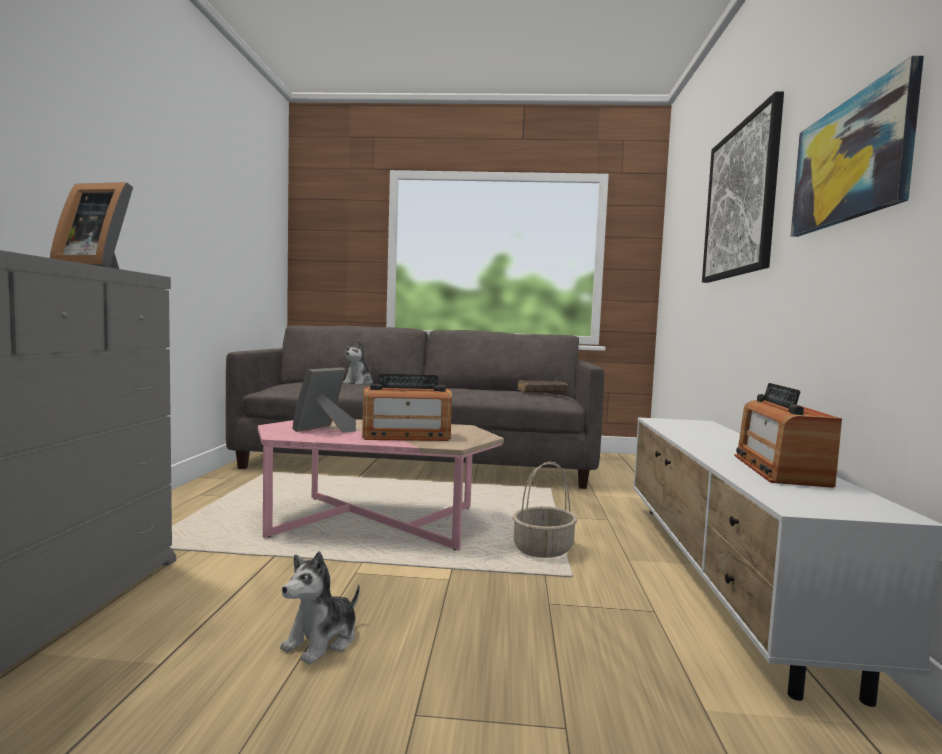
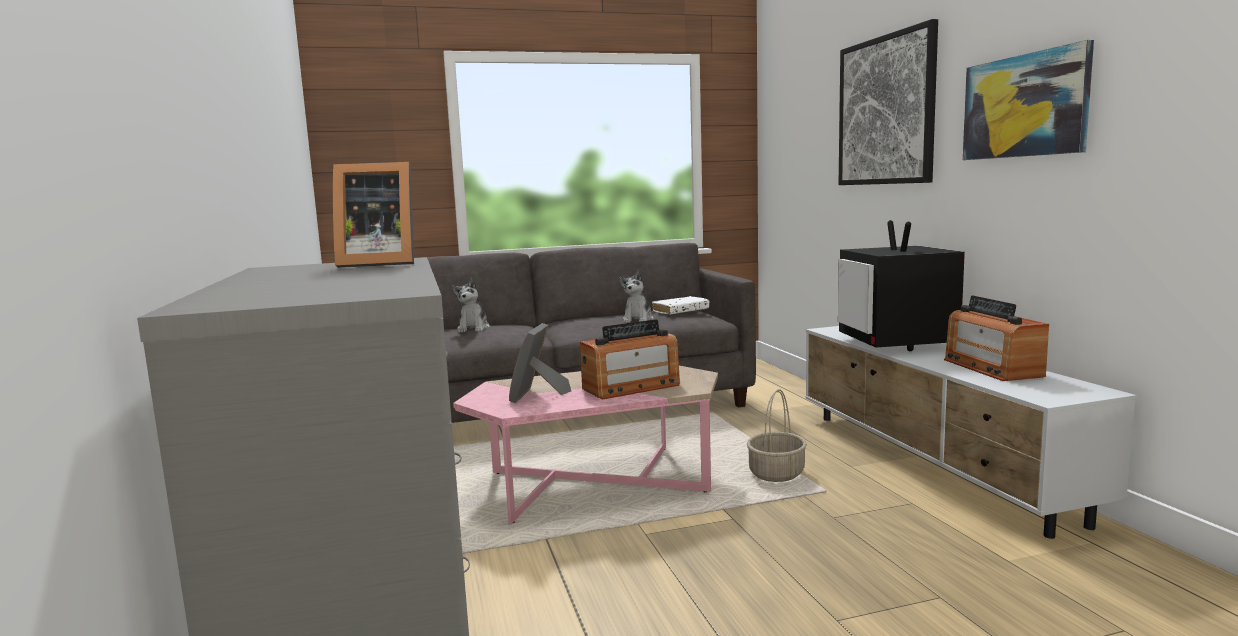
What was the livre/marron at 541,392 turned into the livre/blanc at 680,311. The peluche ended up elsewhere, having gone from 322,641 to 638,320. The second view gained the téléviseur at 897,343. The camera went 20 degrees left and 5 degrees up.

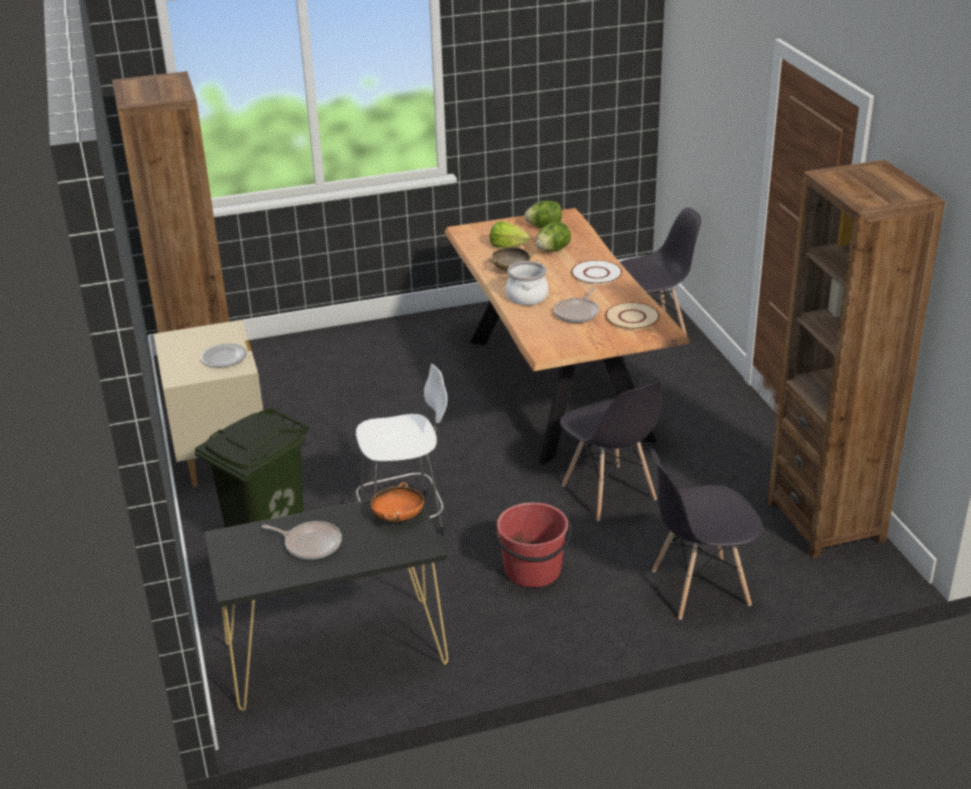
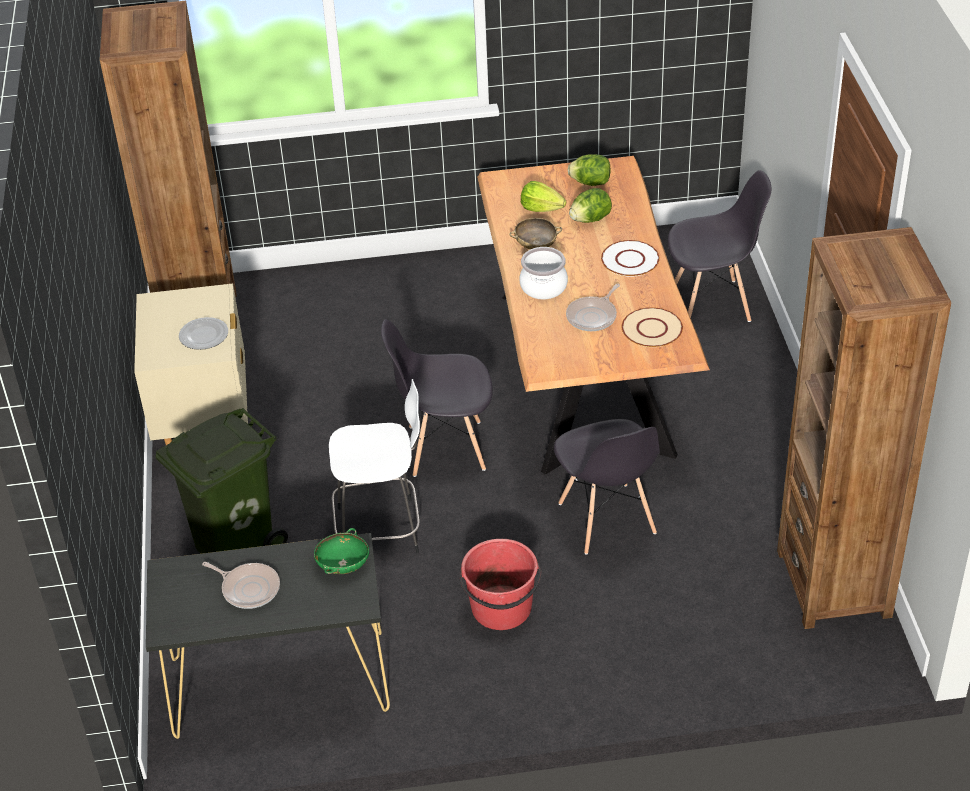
The chaise/gris ended up elsewhere, having gone from 699,588 to 445,448. What was the bol/orange at 398,517 turned into the bol/vert at 343,565. The camera went 10 degrees right and 10 degrees up.

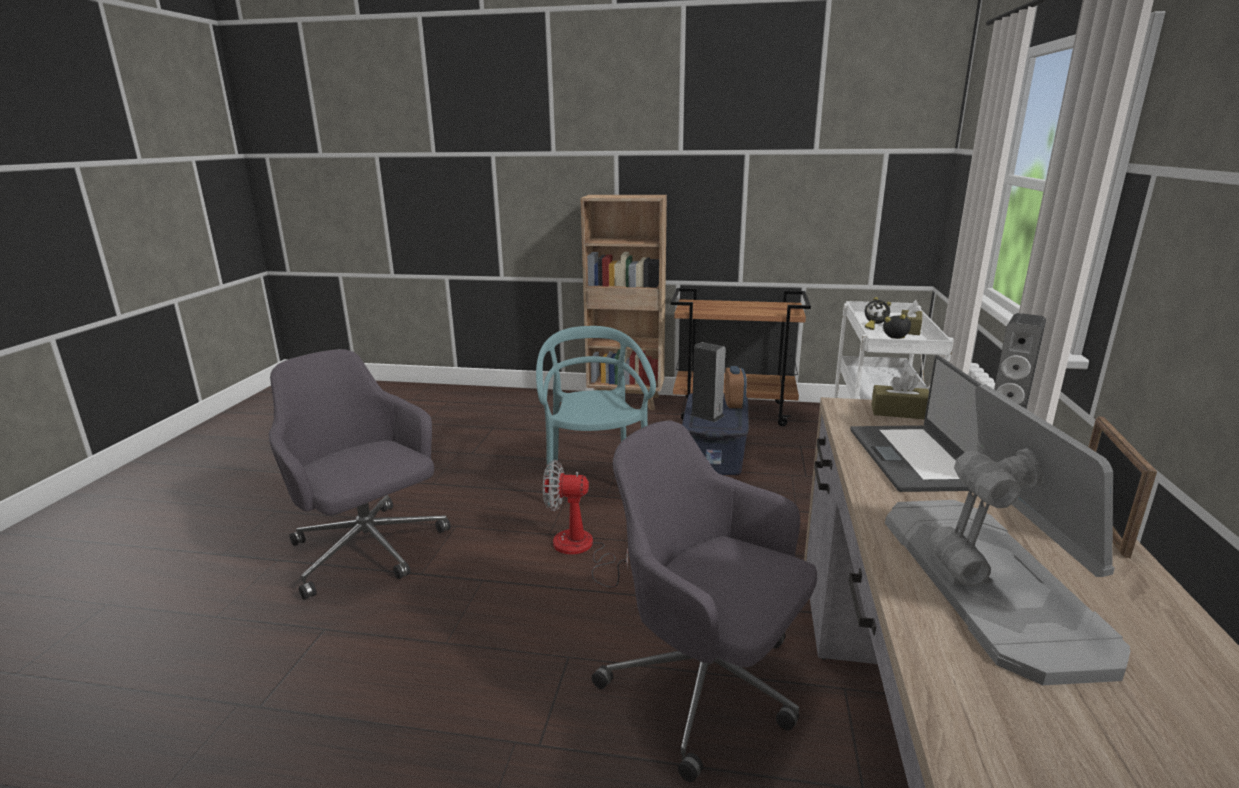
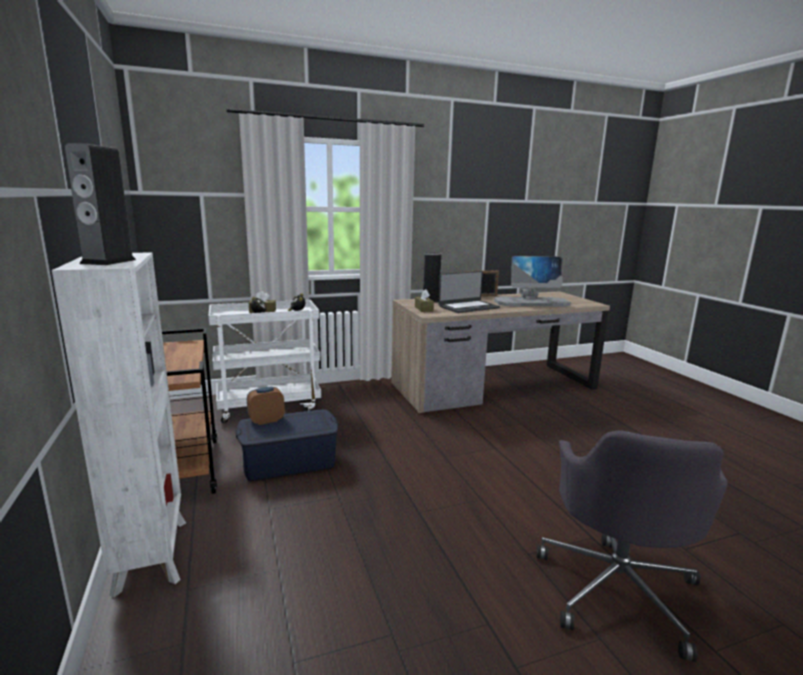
What was the bibliothèque/marron at 626,402 turned into the bibliothèque/blanc at 152,553. The second view lost the chaise/turquoise at 595,479. The enceinte ended up elsewhere, having gone from 707,415 to 108,261. The écran d'ordinateur at 986,579 ended up facing another way, 150 degrees counterclockwise from before. The second view lost the chaise de bureau/gris at 707,686. The second view lost the ventilateur at 580,550. The camera went 120 degrees left and 5 degrees down.

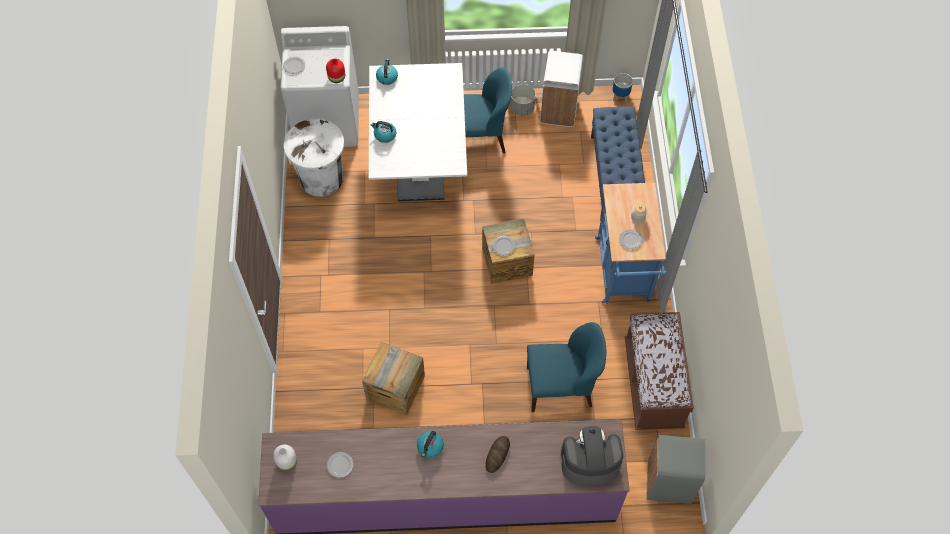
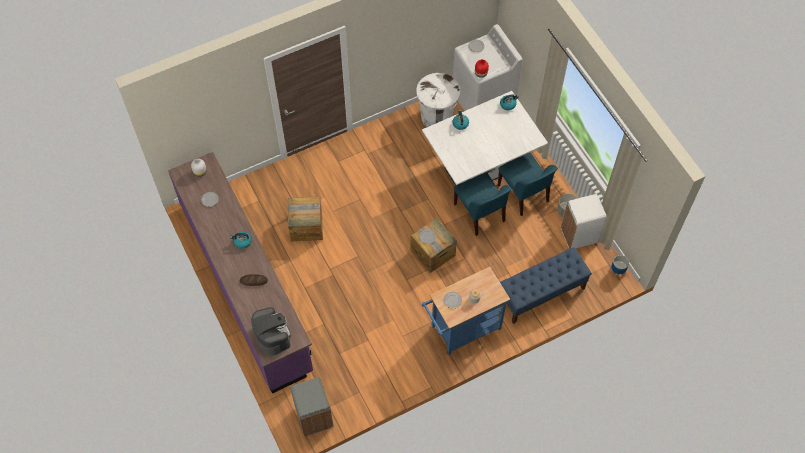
The second view lost the banc/marron at 653,384. The chaise/bleu ended up elsewhere, having gone from 561,387 to 480,213. The camera went 65 degrees right and 0 degrees up.

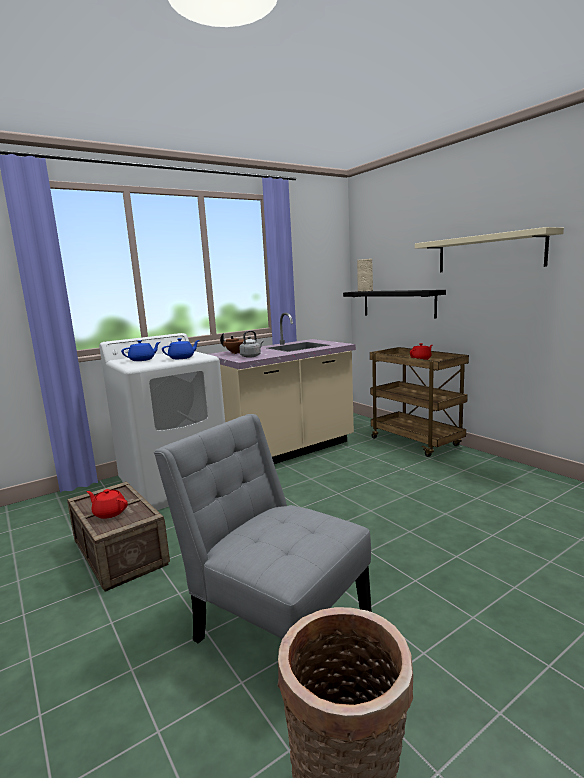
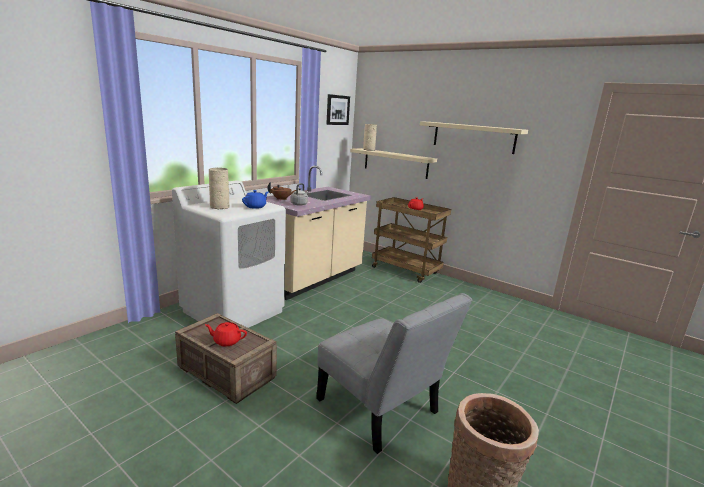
What was the étagère/noir at 398,303 turned into the étagère/beige at 395,163. Where the théière/bleu stood at 142,360, the vase/beige came to stand at 220,207. The chaise/gris at 276,623 ended up facing another way, 150 degrees counterclockwise from before. The second view gained the tableau at 337,110. The camera went 20 degrees left and 5 degrees up.

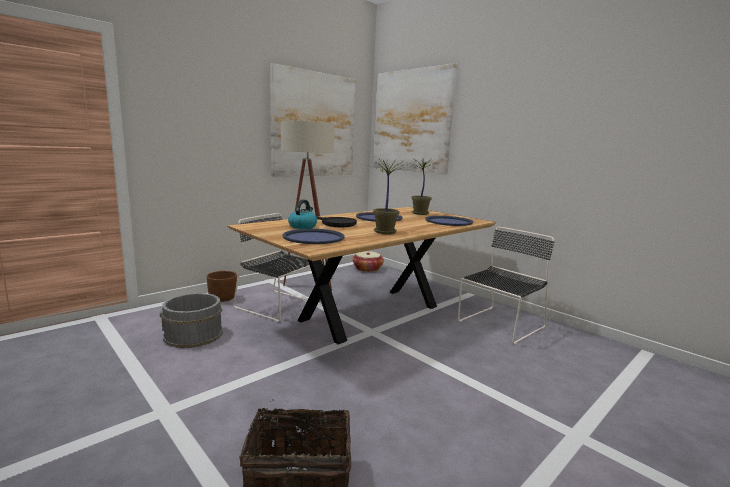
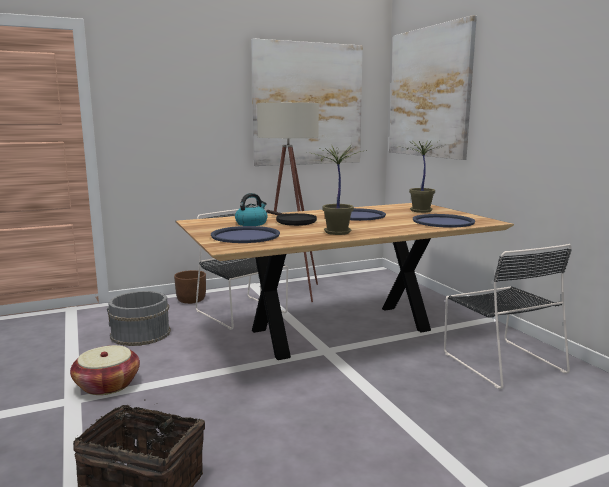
The chaise/noir at 499,325 ended up facing another way, 90 degrees clockwise from before. The panier ended up elsewhere, having gone from 367,269 to 107,385. The camera went 20 degrees right and 0 degrees up.

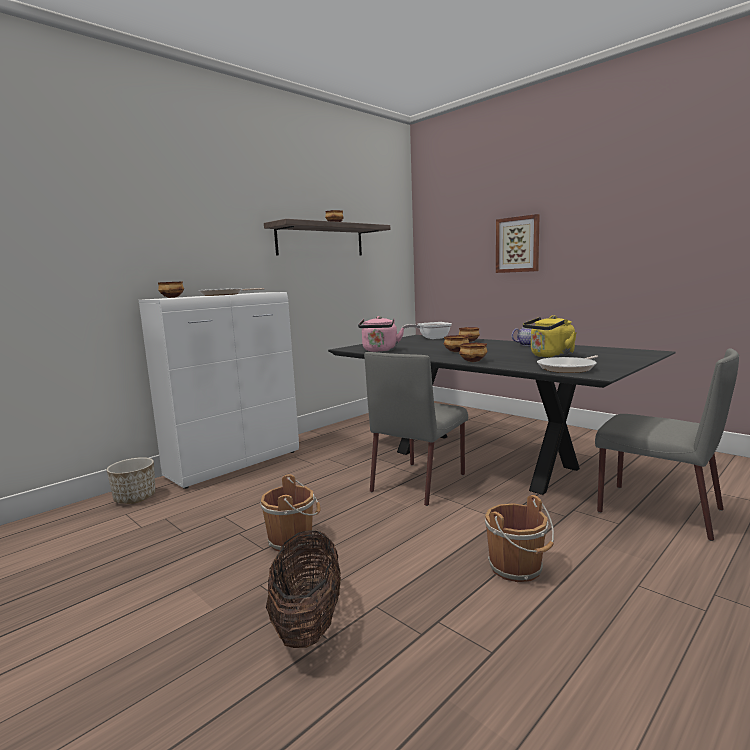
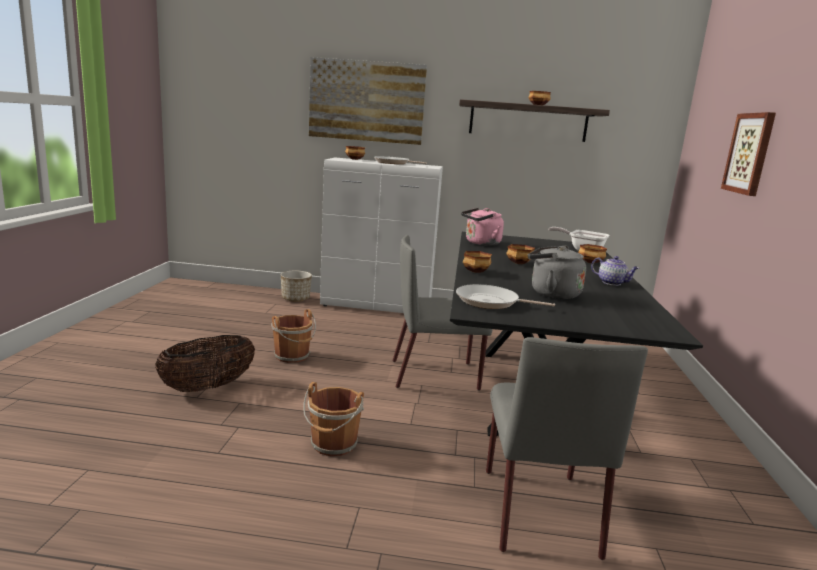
What was the bouilloire/jaune at 550,356 turned into the bouilloire/gris at 551,293. The second view gained the tableau at 366,101. The camera went 50 degrees right and 5 degrees up.

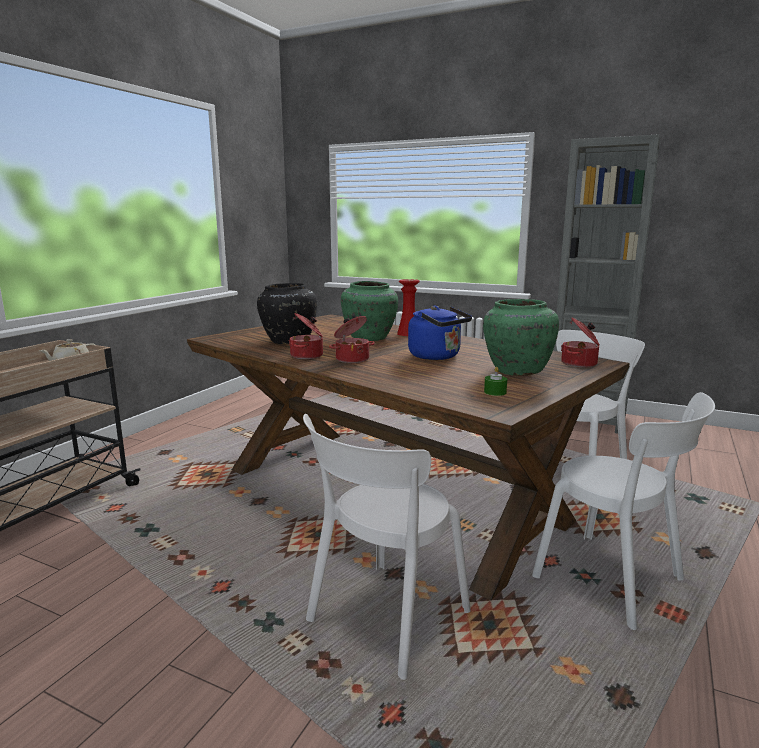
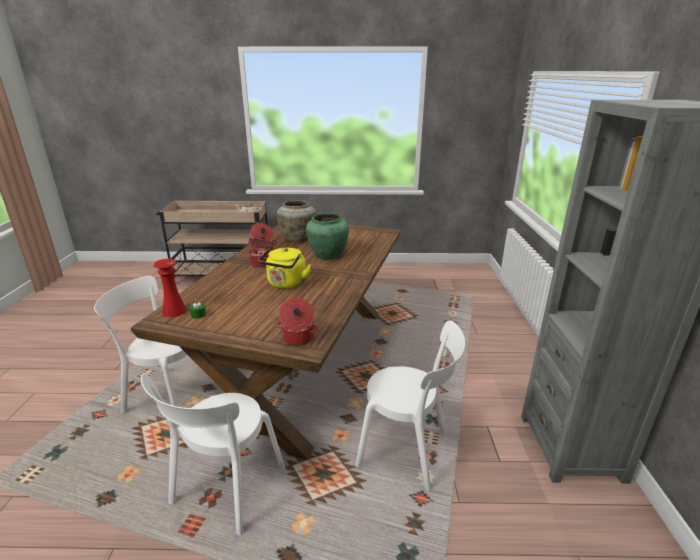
The vase/rouge ended up elsewhere, having gone from 408,333 to 174,311. What was the vase/noir at 288,341 turned into the vase/beige at 298,239. The second view lost the vase/vert at 516,371. What was the bouilloire/bleu at 437,356 turned into the bouilloire/jaune at 286,284. The camera went 65 degrees right and 10 degrees up.

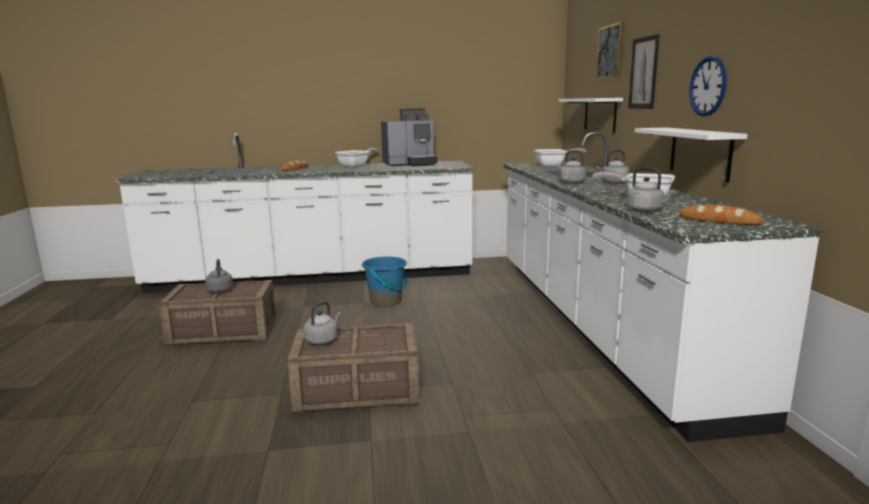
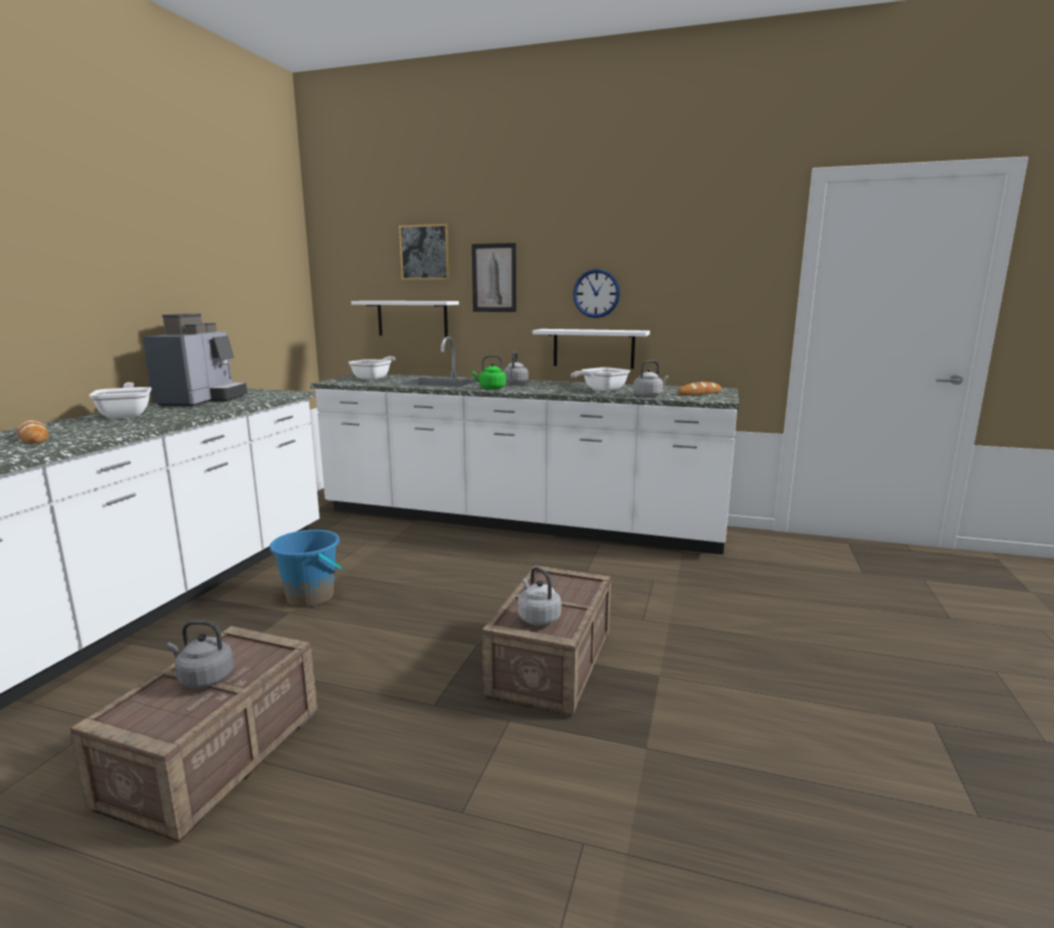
What was the bouilloire/gris at 570,182 turned into the bouilloire/vert at 491,388. The camera went 65 degrees left and 0 degrees up.

